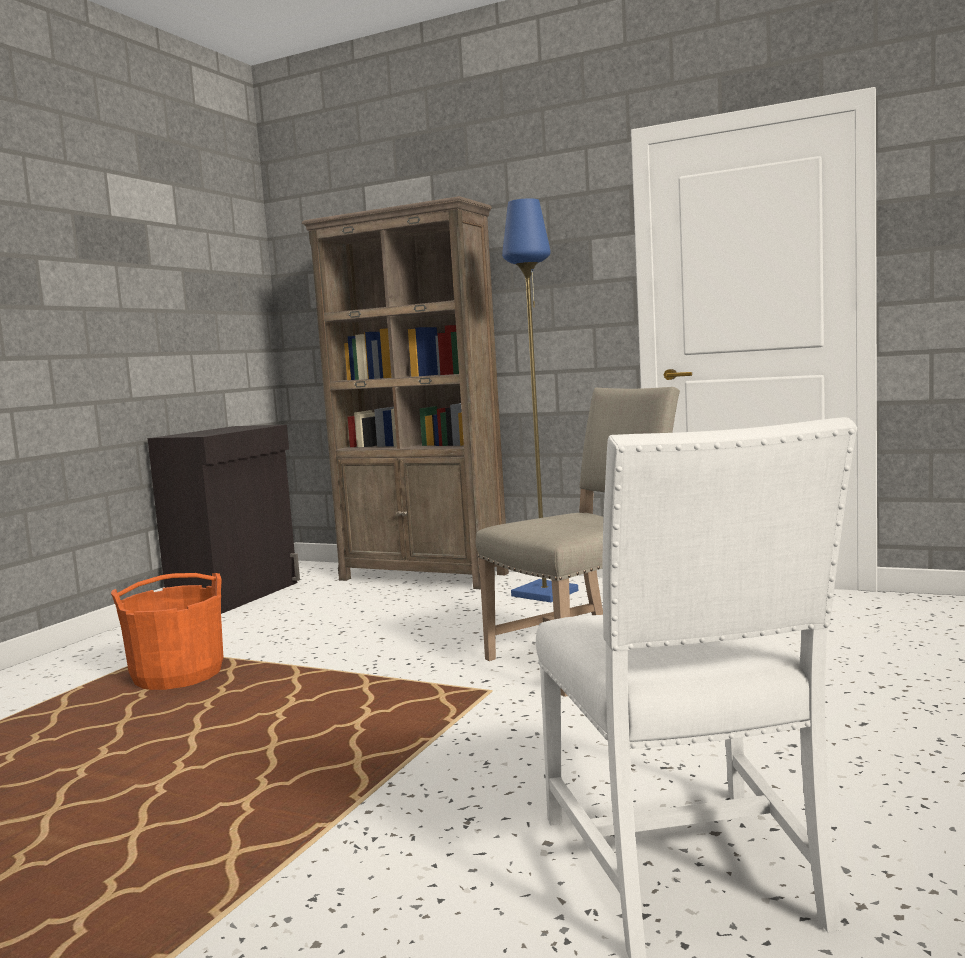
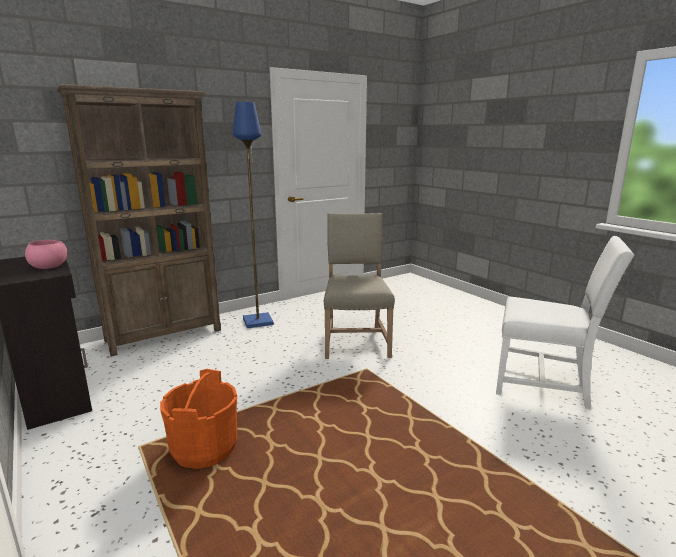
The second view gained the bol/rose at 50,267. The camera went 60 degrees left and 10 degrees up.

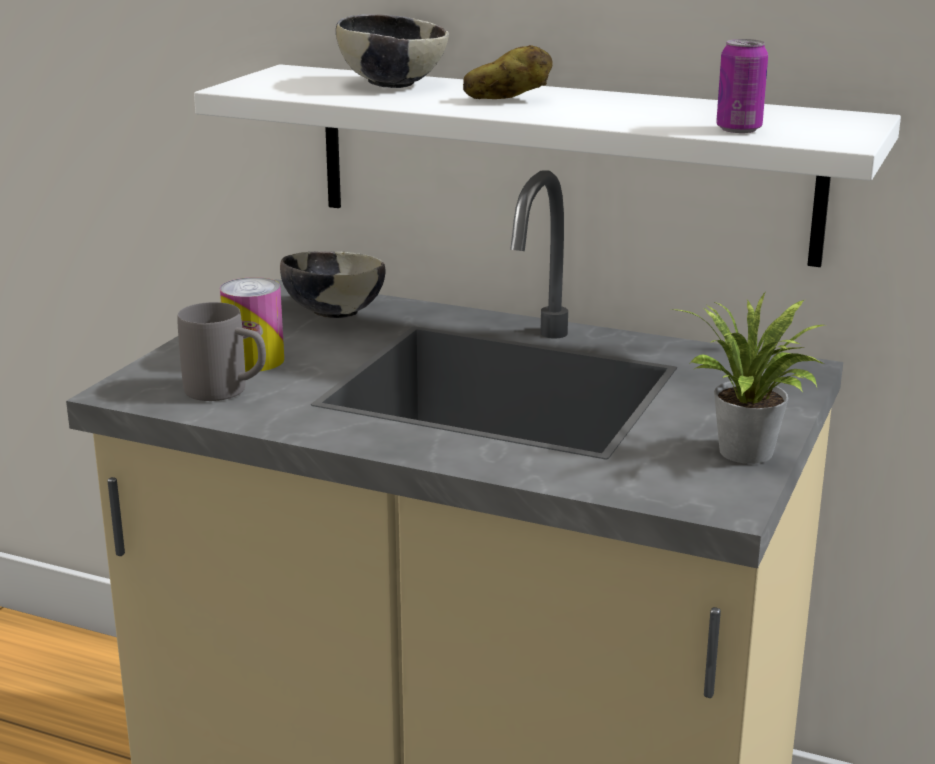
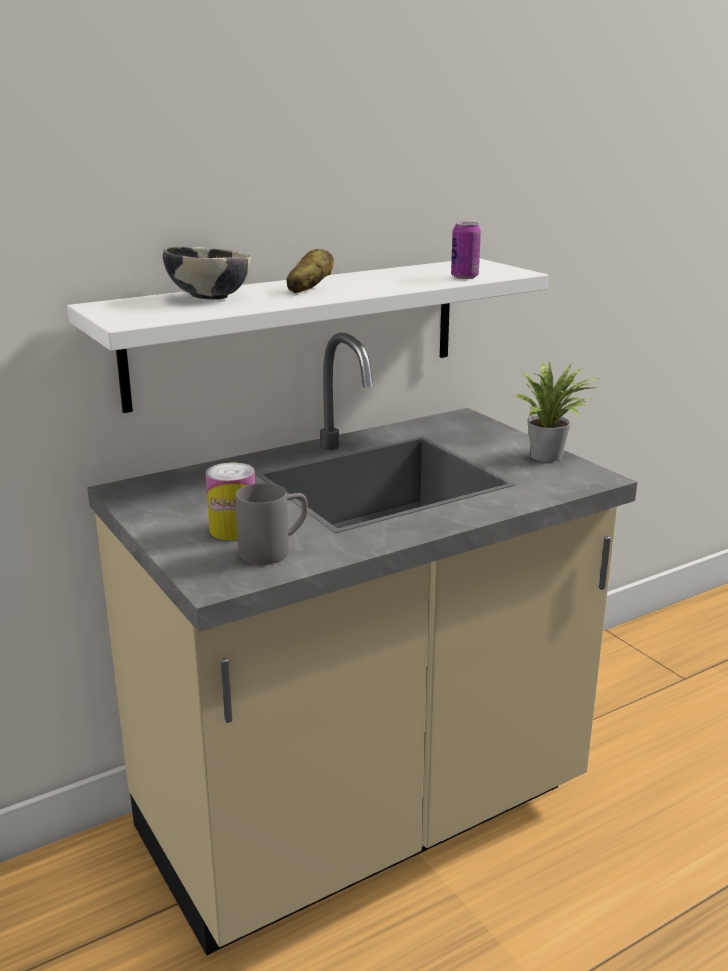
The second view lost the bol at 333,313. The camera went 55 degrees left and 0 degrees up.

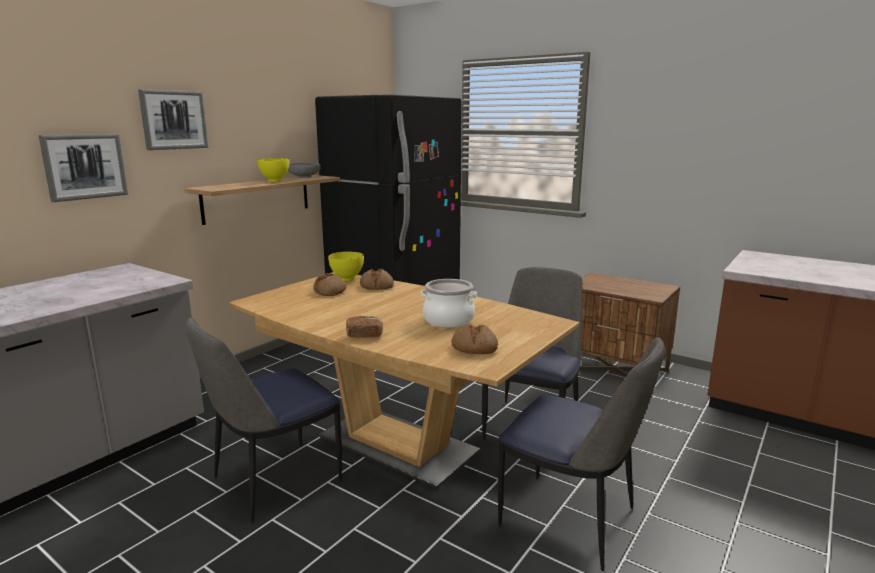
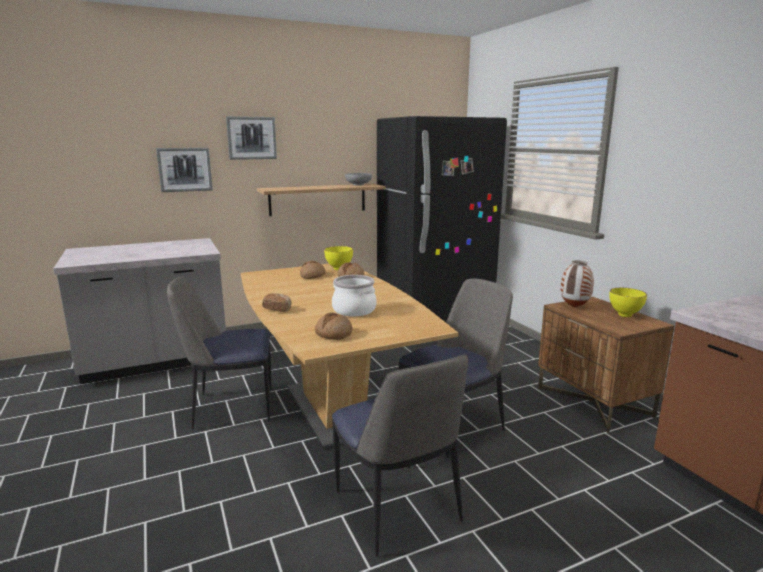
The bol/jaune ended up elsewhere, having gone from 275,181 to 625,315. The second view gained the vase at 574,307. The camera went 30 degrees right and 0 degrees up.

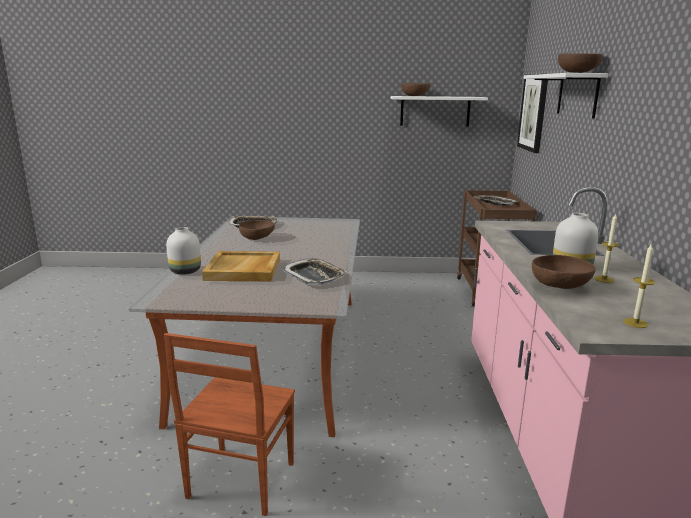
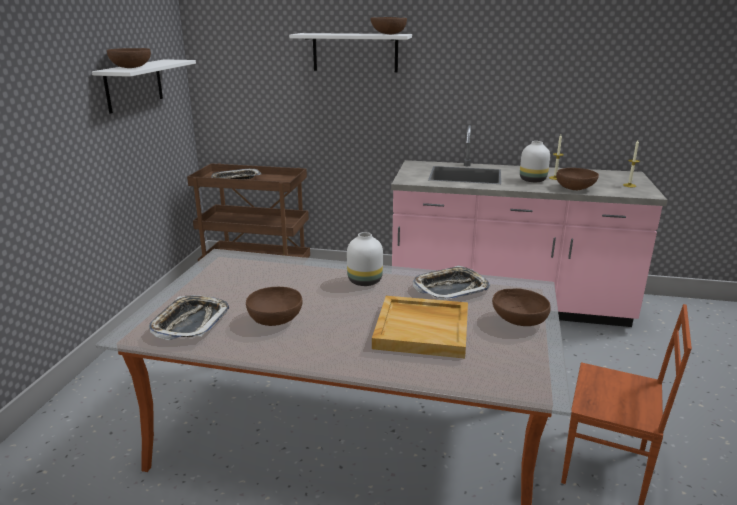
The second view lost the tableau at 533,112. The vase/blanc ended up elsewhere, having gone from 184,271 to 365,281. The second view gained the bol/marron at 518,321. The camera went 80 degrees left and 5 degrees up.

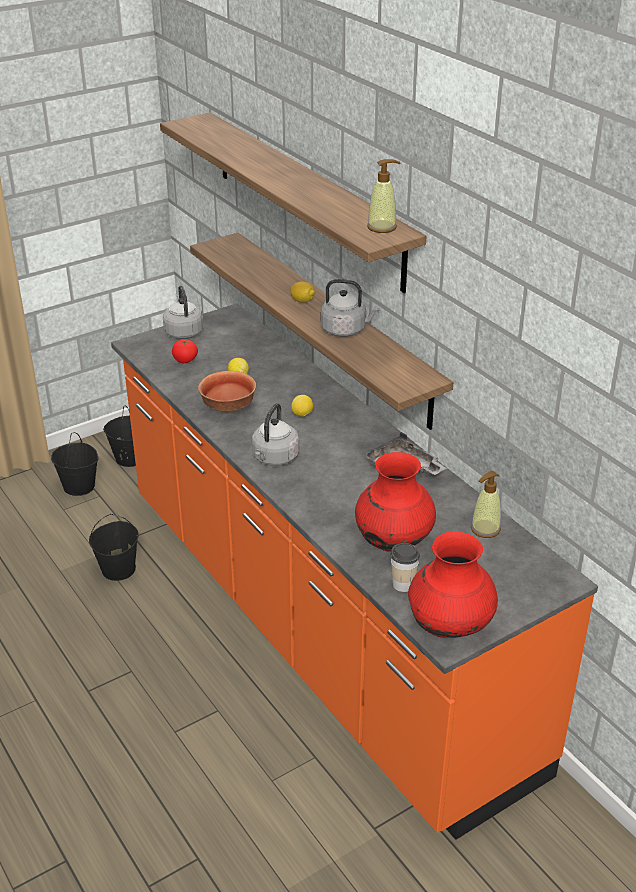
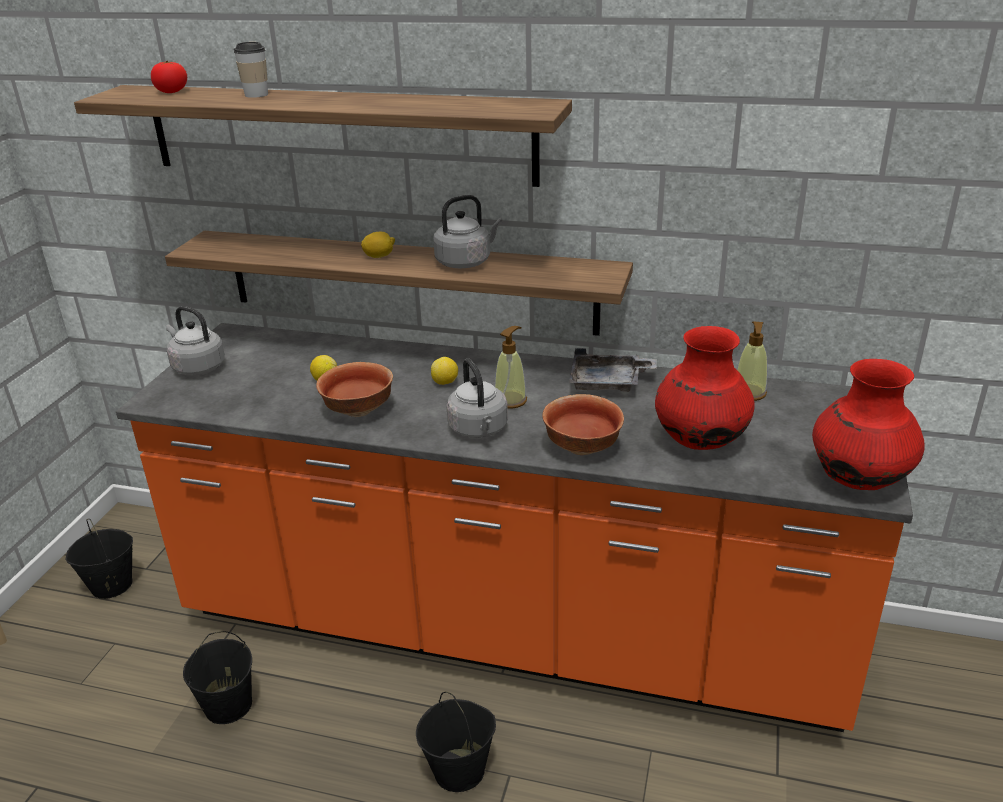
The distributeur de savon ended up elsewhere, having gone from 382,227 to 510,400. The tomate ended up elsewhere, having gone from 185,360 to 172,91. The seau/noir ended up elsewhere, having gone from 79,486 to 460,770. The tasse ended up elsewhere, having gone from 403,584 to 256,95. The second view gained the bol at 583,447. The camera went 40 degrees left and 5 degrees down.

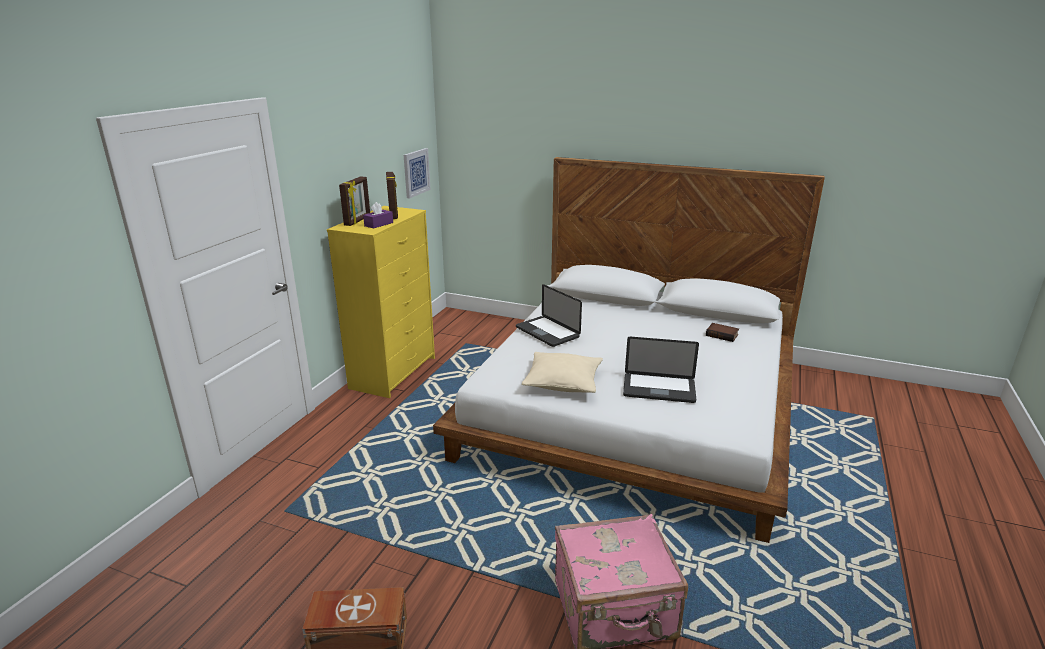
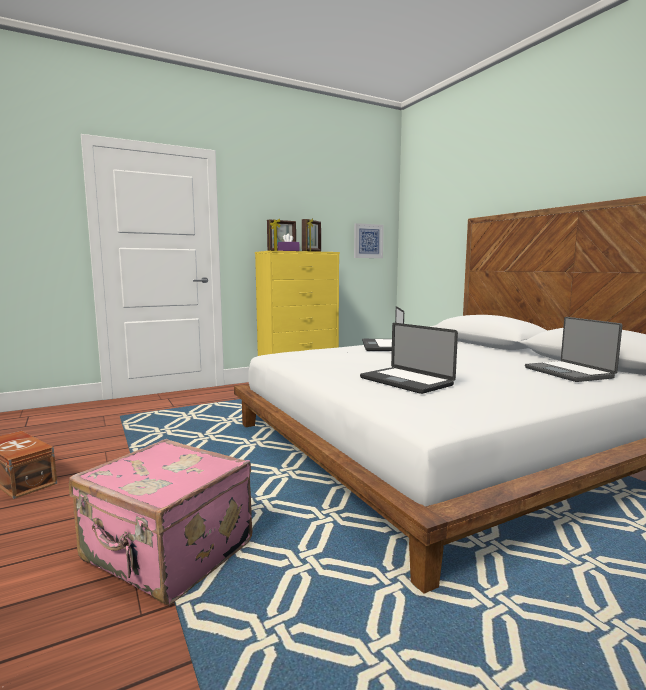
Where the livre stood at 722,335, the ordinateur portable came to stand at 569,372. The second view lost the coussin/beige at 563,382. The camera went 40 degrees right and 15 degrees down.

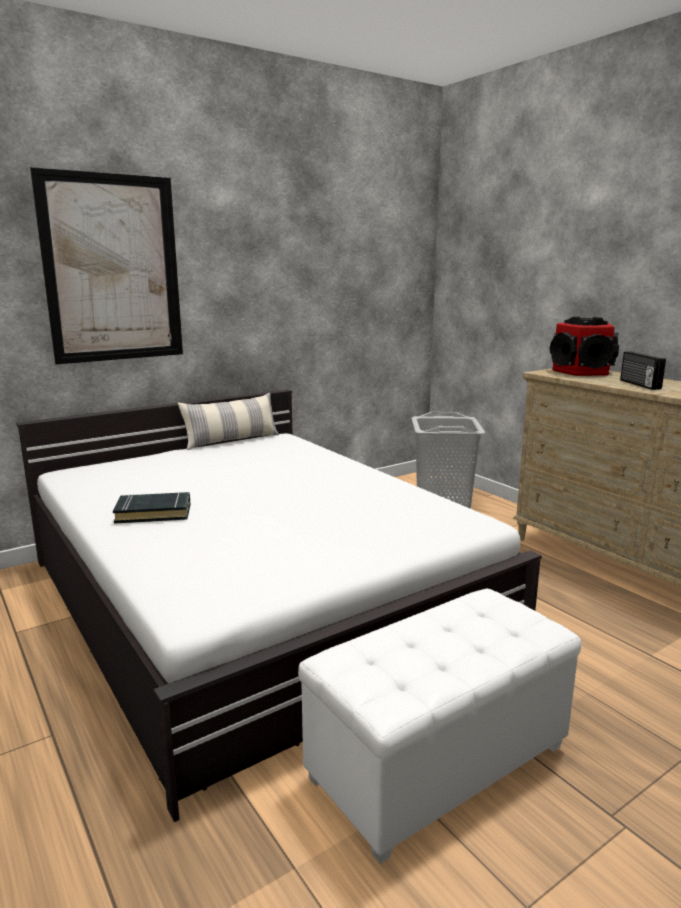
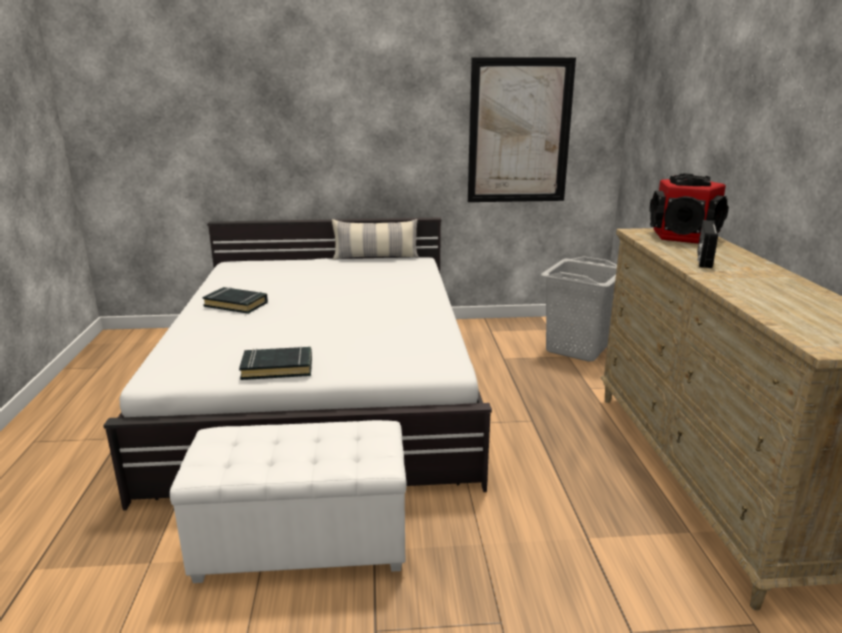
The tableau ended up elsewhere, having gone from 113,269 to 519,132. The second view gained the livre/noir at 277,368. The camera went 30 degrees right and 5 degrees up.

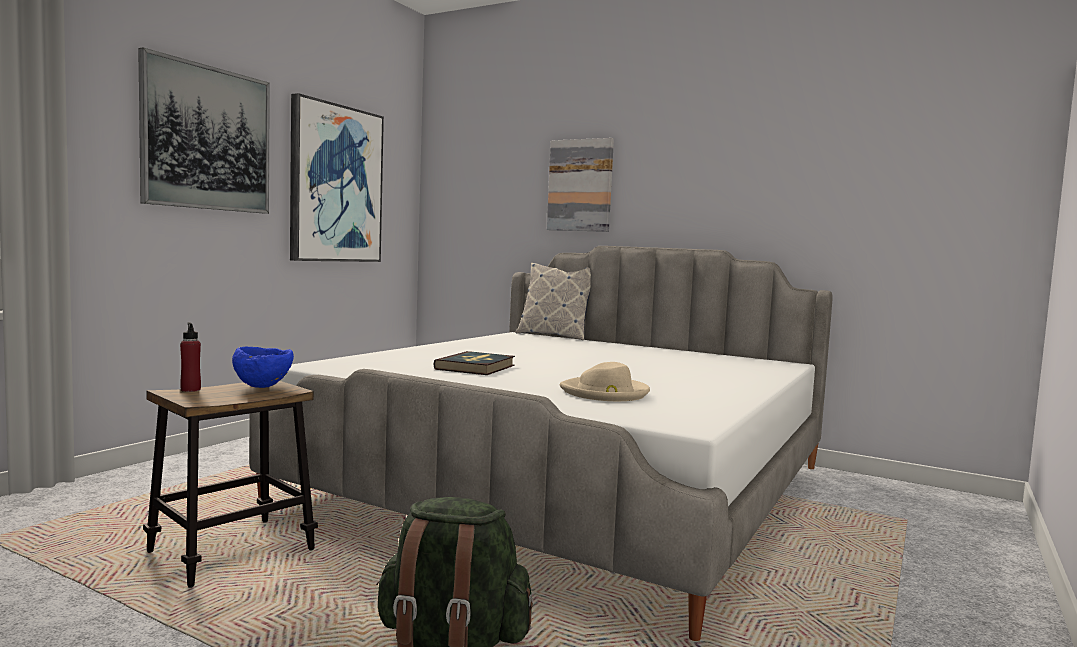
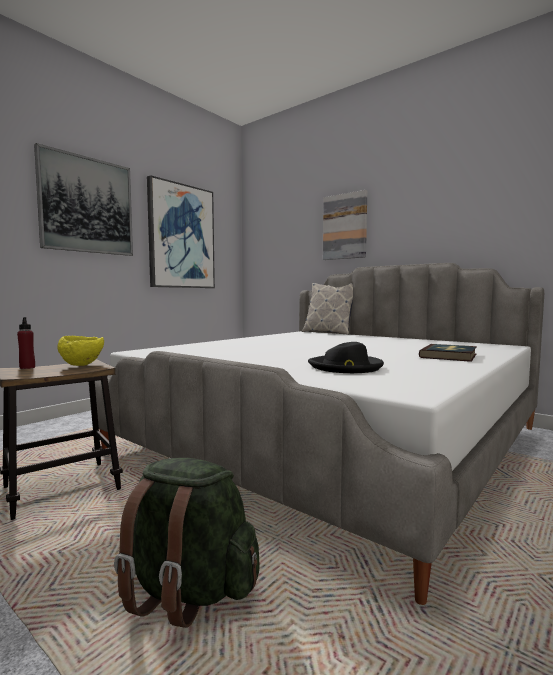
What was the bol/bleu at 263,386 turned into the bol/jaune at 83,365. The livre ended up elsewhere, having gone from 476,367 to 449,356. What was the chapeau/beige at 605,393 turned into the chapeau/noir at 346,367. The camera went 10 degrees right and 0 degrees up.

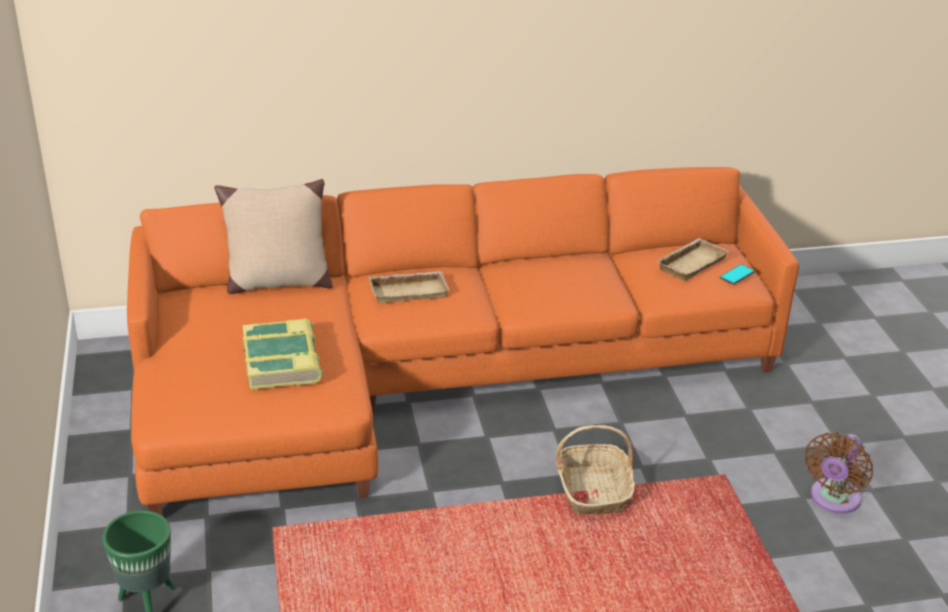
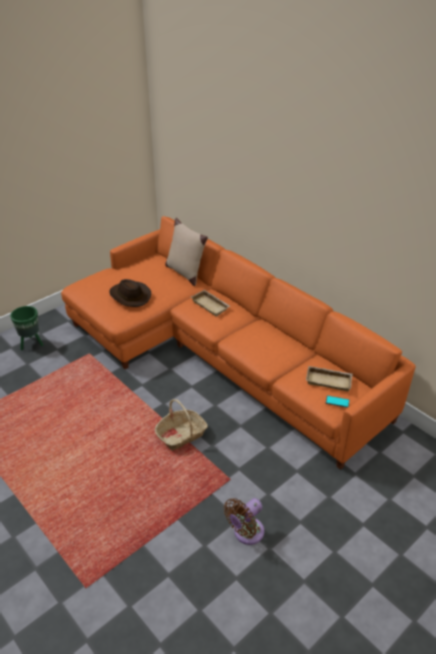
Where the livre stood at 283,361, the chapeau/marron came to stand at 129,296. The ventilateur/marron at 833,500 ended up facing another way, 45 degrees counterclockwise from before. The camera went 60 degrees right and 5 degrees up.

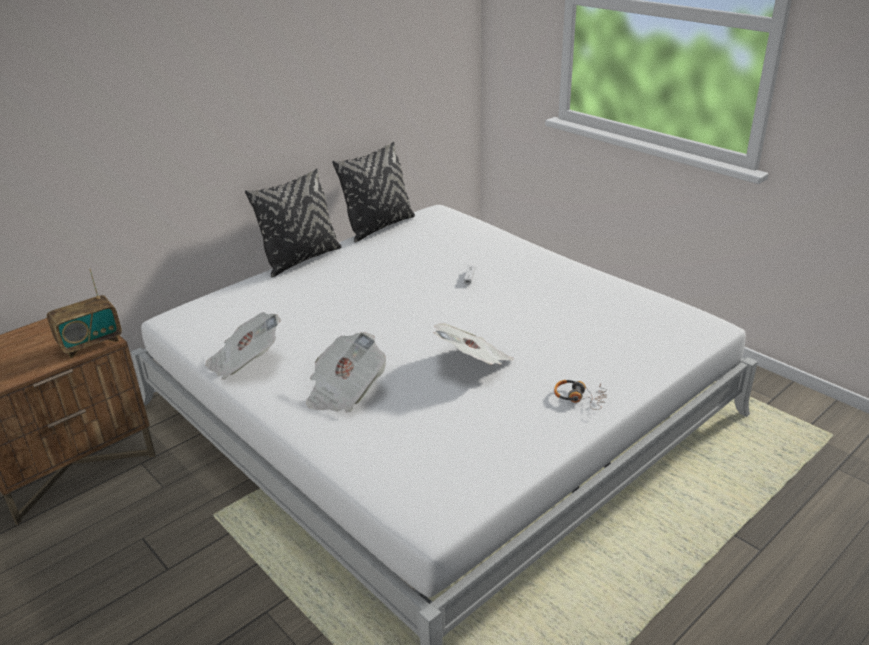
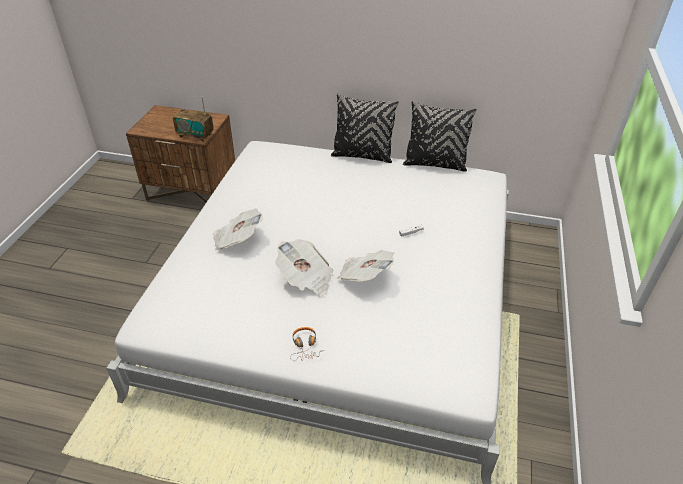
The journal ended up elsewhere, having gone from 245,362 to 364,276. The camera went 55 degrees right and 10 degrees up.

